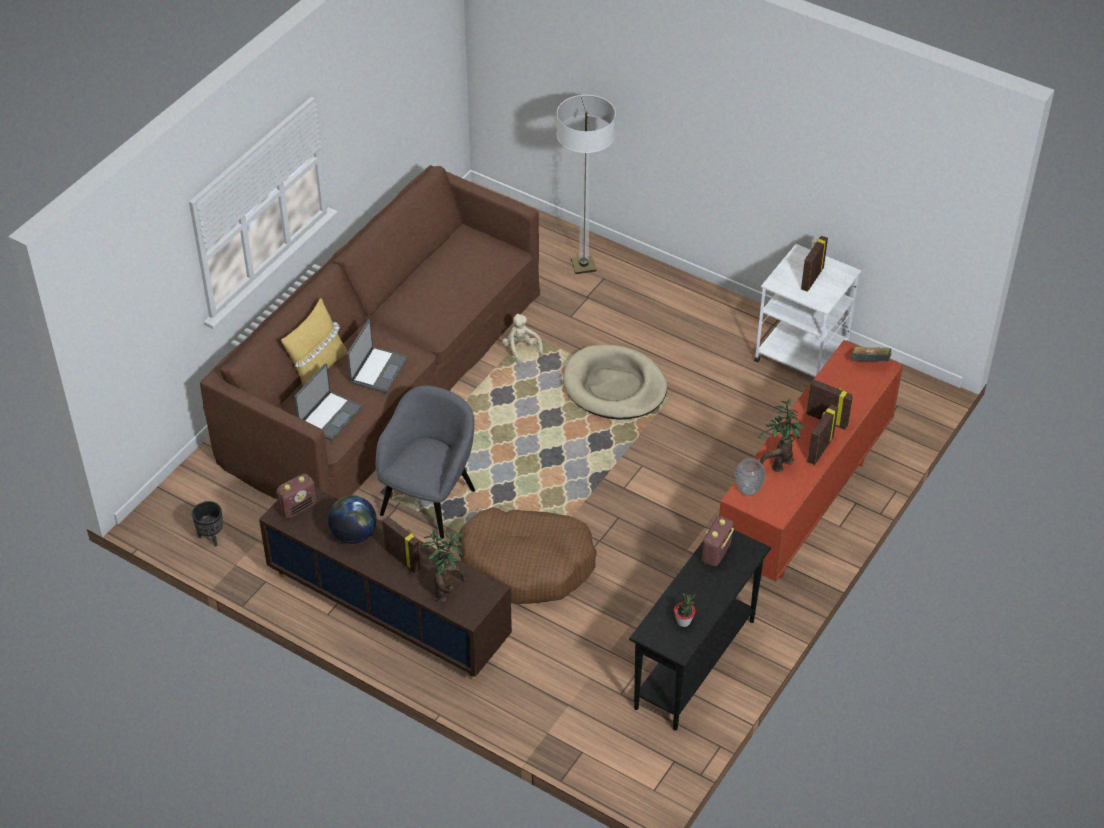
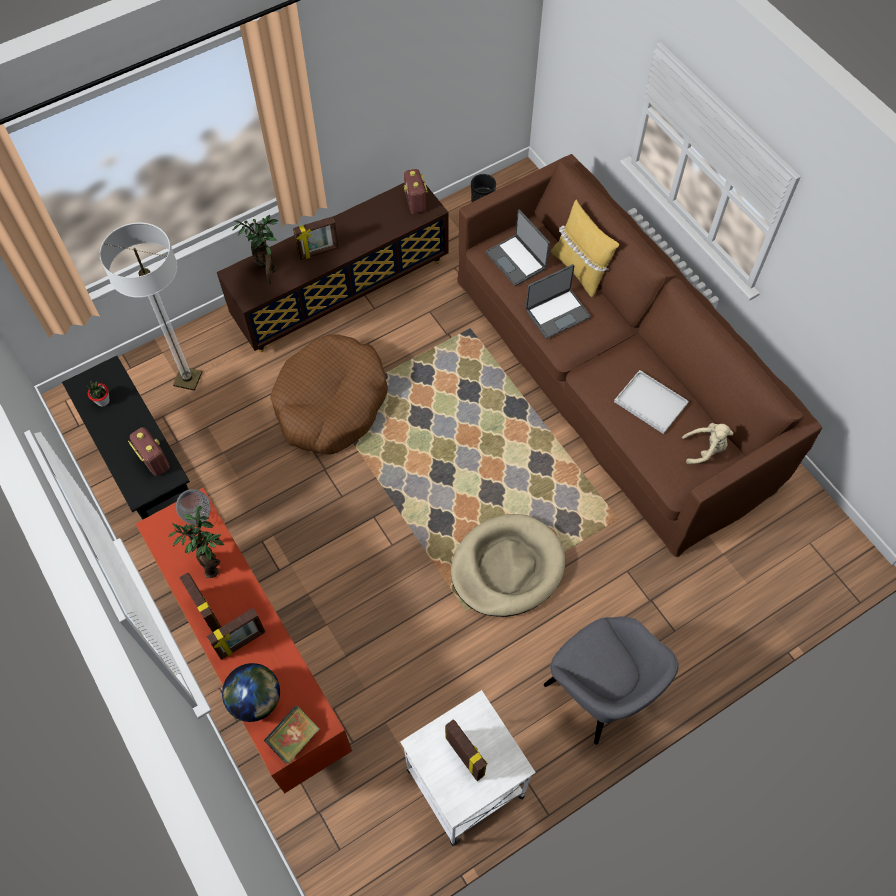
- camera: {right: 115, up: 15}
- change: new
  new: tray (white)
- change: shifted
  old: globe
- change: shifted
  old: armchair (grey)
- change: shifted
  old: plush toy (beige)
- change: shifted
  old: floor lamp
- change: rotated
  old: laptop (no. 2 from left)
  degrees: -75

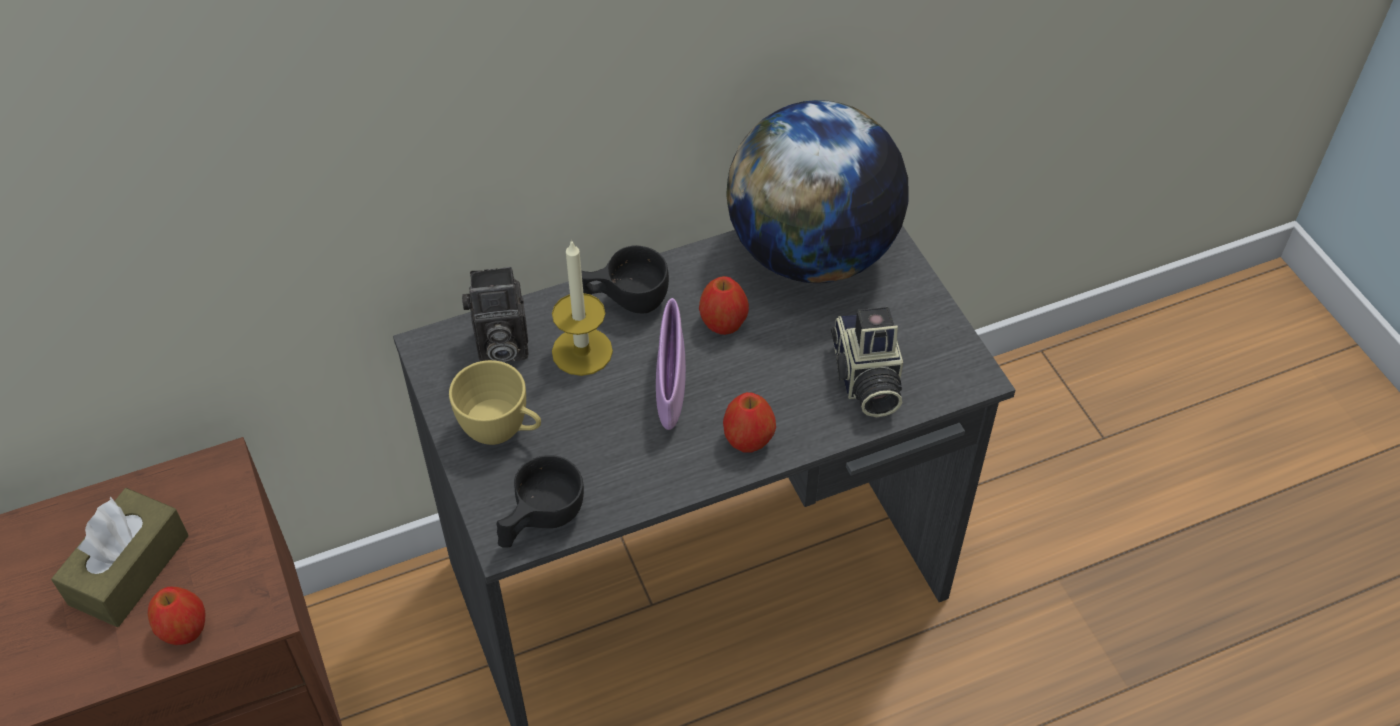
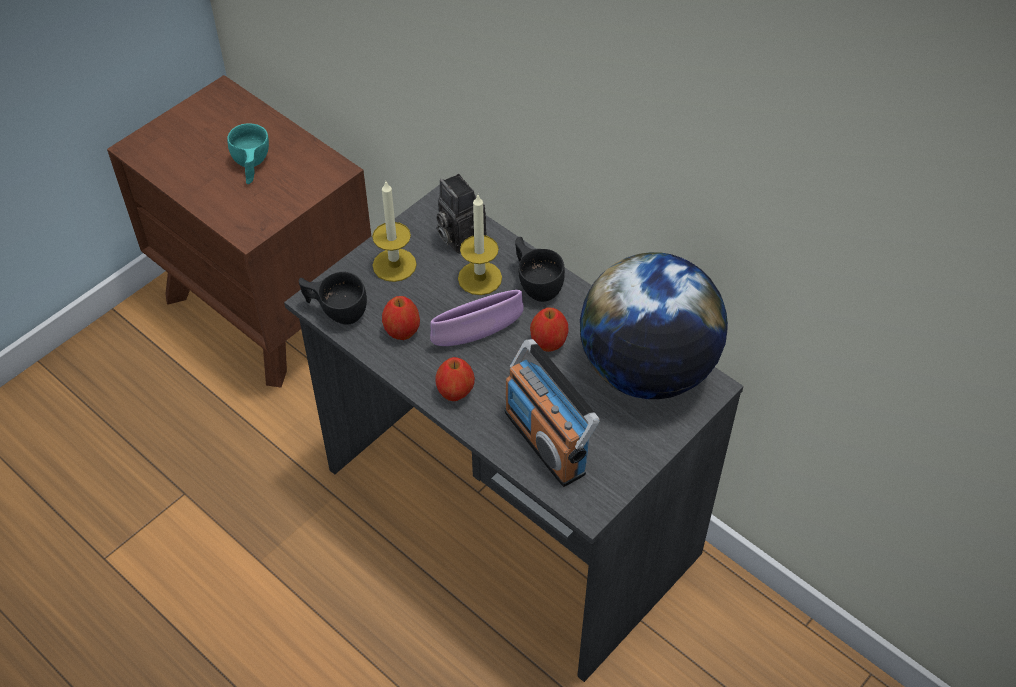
- camera: {right: 65, up: 0}
- change: shifted
  old: apple (no. 1 from left)
- change: swapped
  old: tissue box (brown)
  new: cup (turquoise)
- change: swapped
  old: cup (yellow)
  new: candle (no. 1 from left)
- change: swapped
  old: photo camera (no. 2 from left)
  new: radio

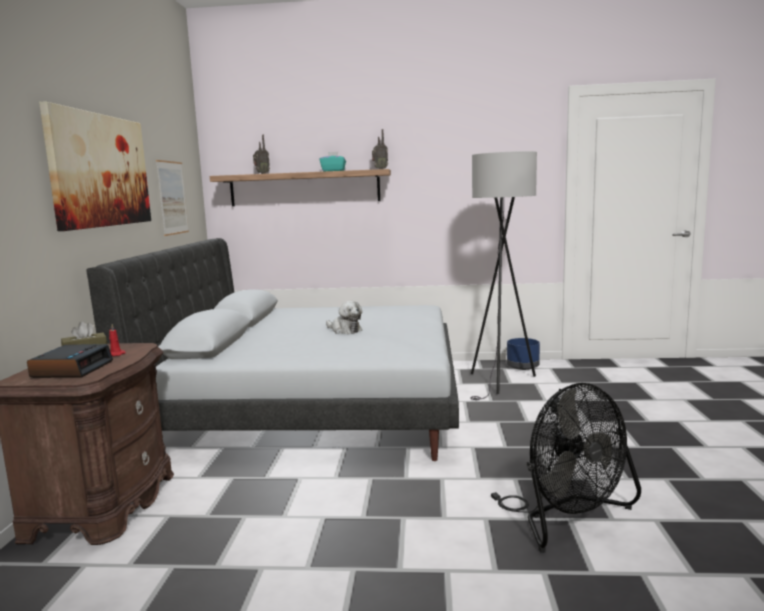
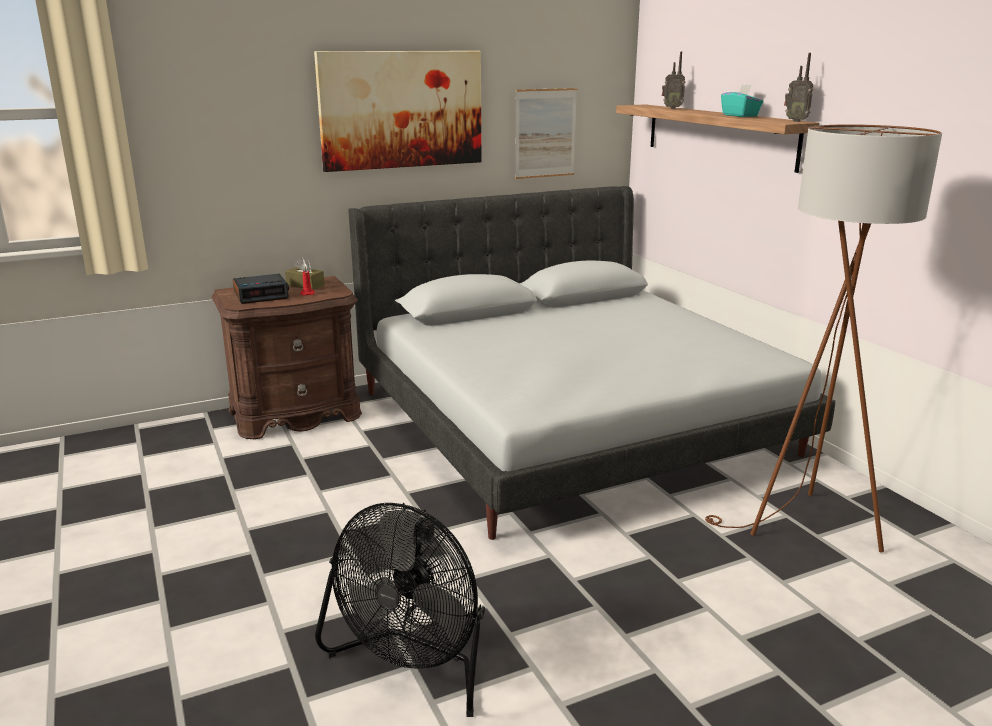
- camera: {right: 60, up: 10}
- change: gone
  old: plush toy
- change: gone
  old: planter (blue)
- change: repainted
  old: floor lamp (grey)
  new: floor lamp (brown)

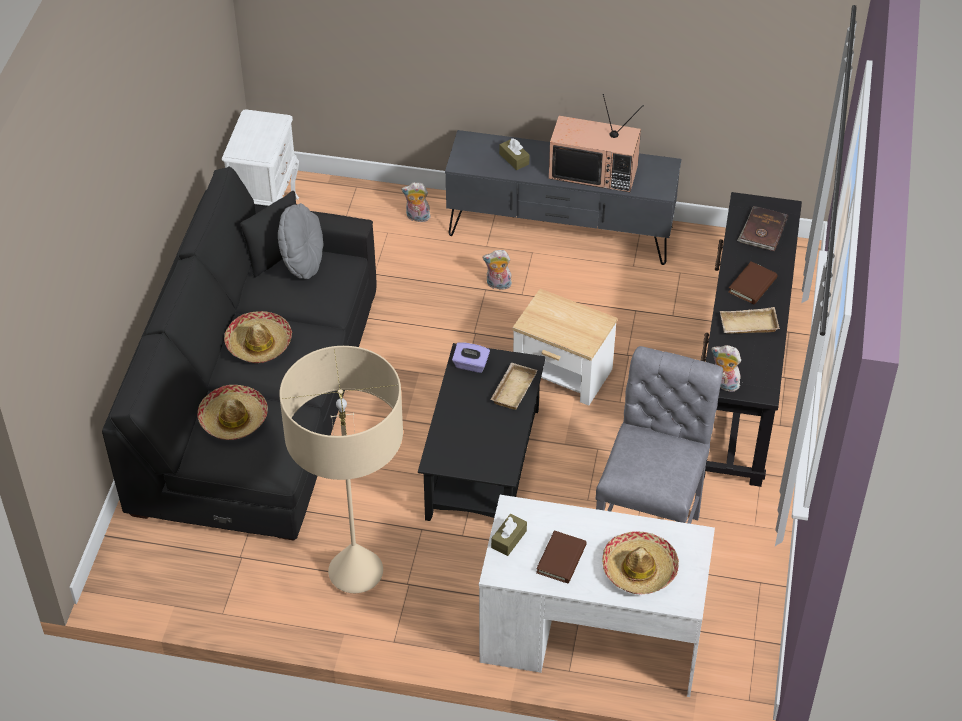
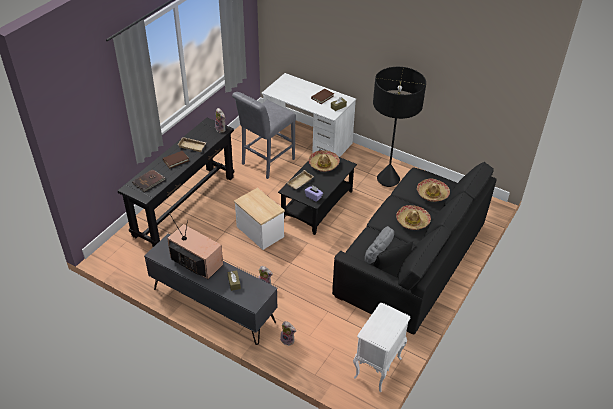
- camera: {right: -160, up: -5}
- change: shifted
  old: hat (no. 3 from left in the first image)
  new: hat (no. 1 from left)
- change: repainted
  old: floor lamp (beige)
  new: floor lamp (black)

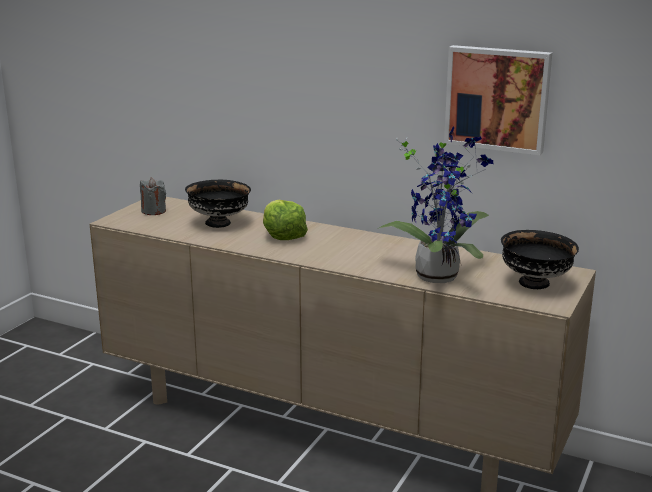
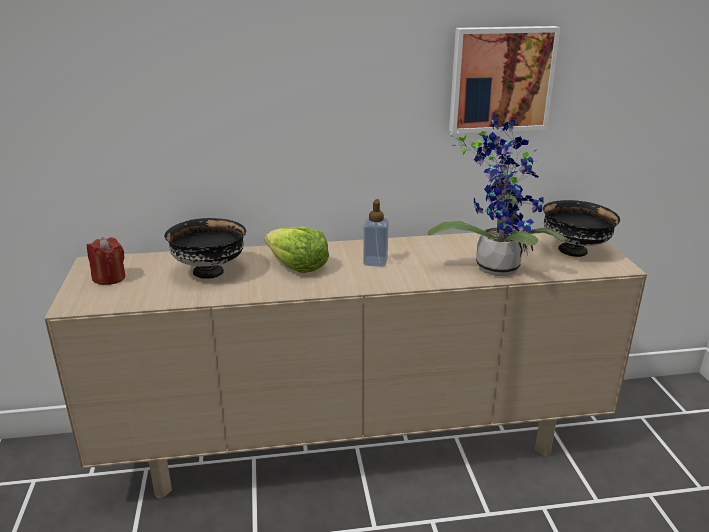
- camera: {right: -35, up: 5}
- change: new
  new: soap dispenser
- change: repainted
  old: candle (grey)
  new: candle (red)

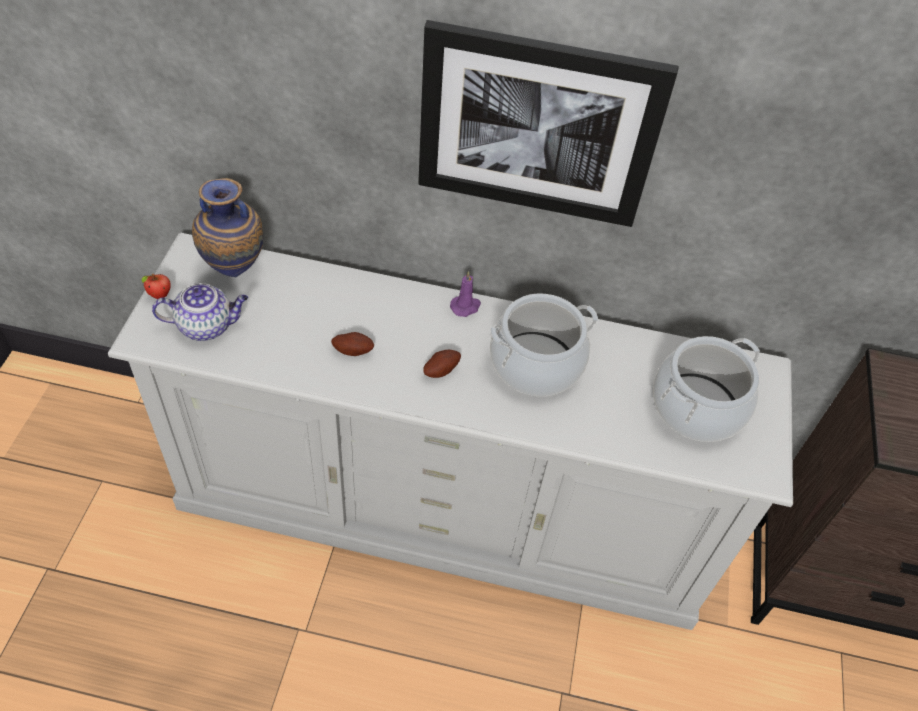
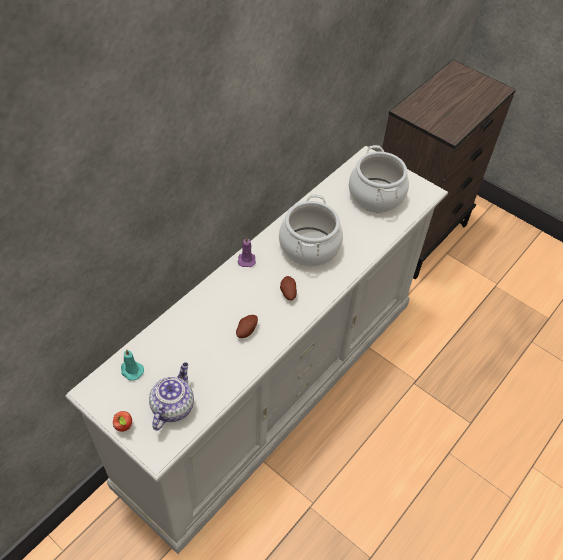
- camera: {right: -60, up: 0}
- change: gone
  old: picture
- change: swapped
  old: vase
  new: candle (turquoise)

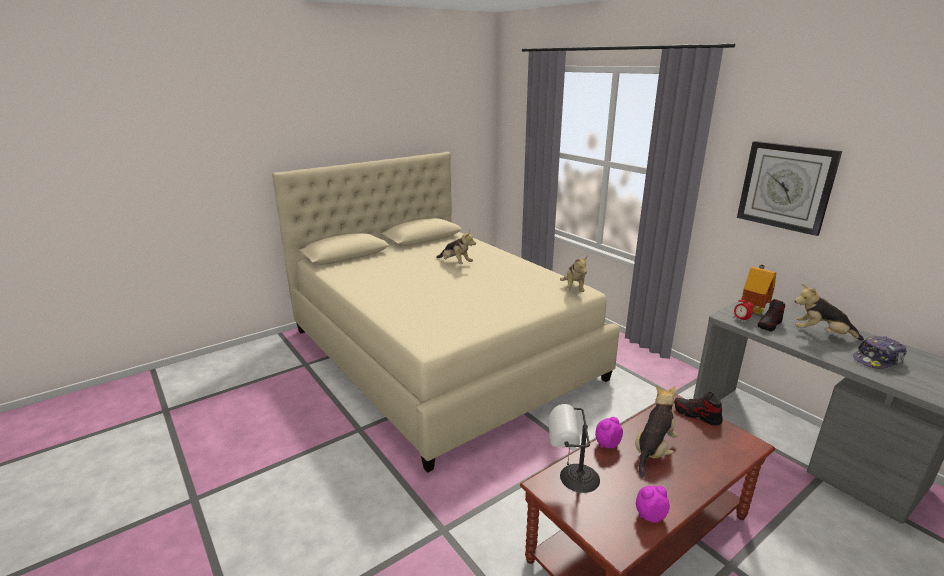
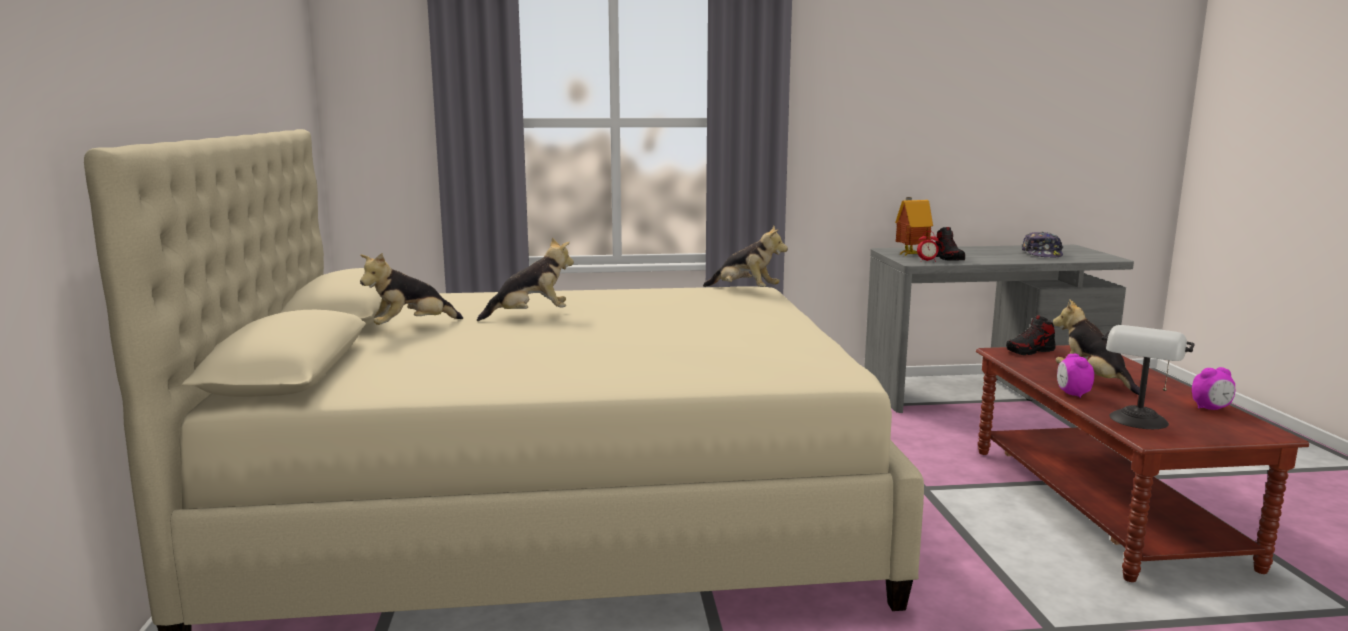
- camera: {right: -60, up: -10}
- change: gone
  old: wall clock
- change: shifted
  old: plush toy (no. 4 from left in the first image)
  new: plush toy (no. 1 from left)
- change: rotated
  old: alarm clock (no. 2 from left in the first image)
  degrees: -120

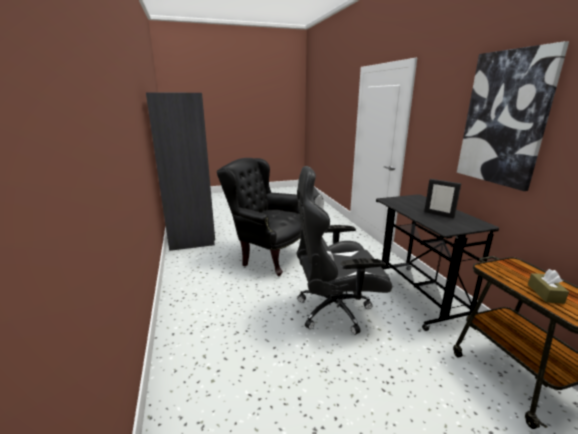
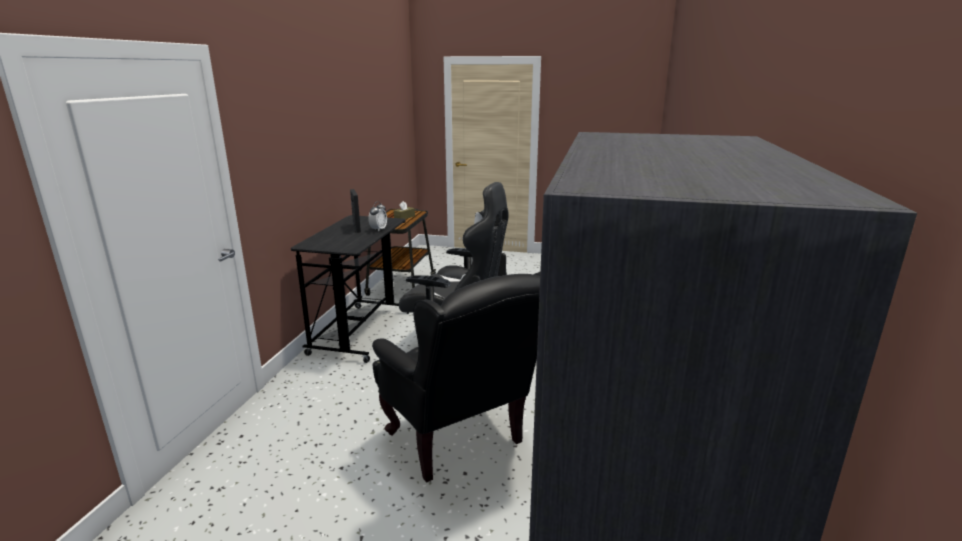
- camera: {right: -150, up: 0}
- change: gone
  old: picture
- change: new
  new: alarm clock

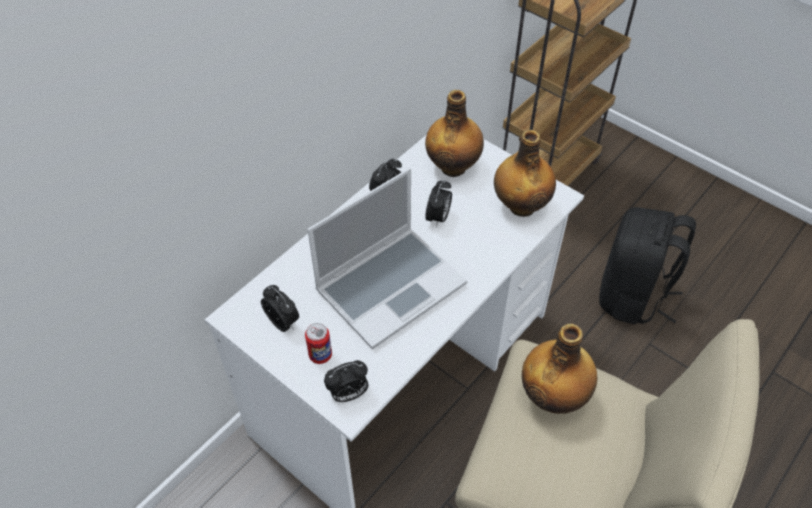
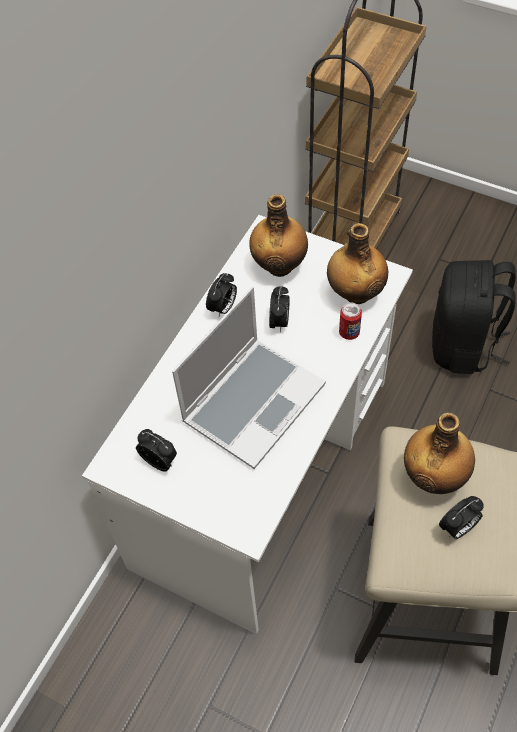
- camera: {right: -10, up: 5}
- change: shifted
  old: can
- change: shifted
  old: alarm clock (no. 2 from left in the first image)
  new: alarm clock (no. 4 from left)

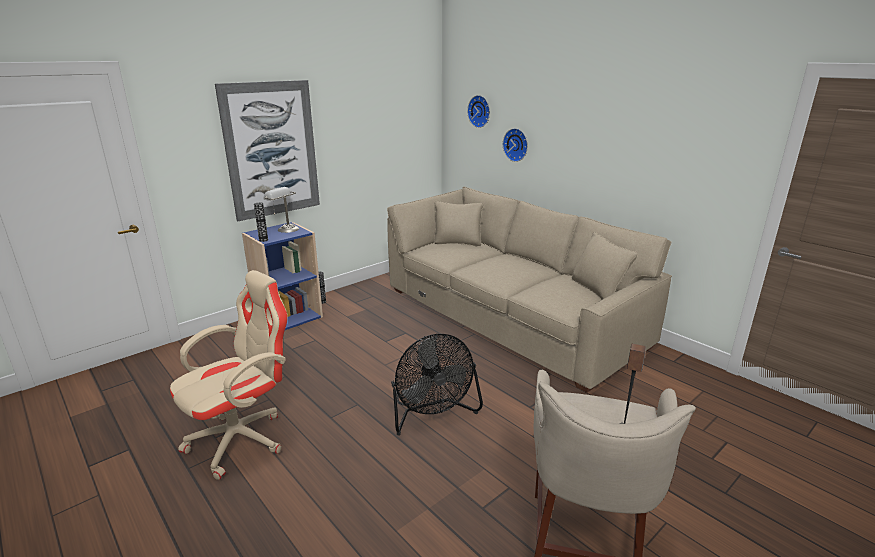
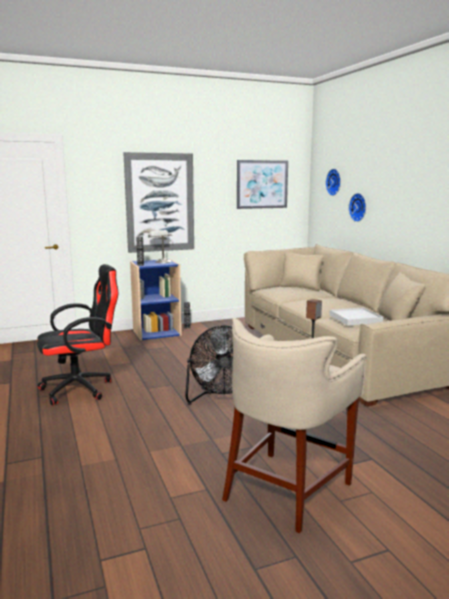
- camera: {right: 20, up: -10}
- change: new
  new: picture (no. 2 from left)
- change: new
  new: tray (white)
- change: repainted
  old: office chair (beige)
  new: office chair (black)

